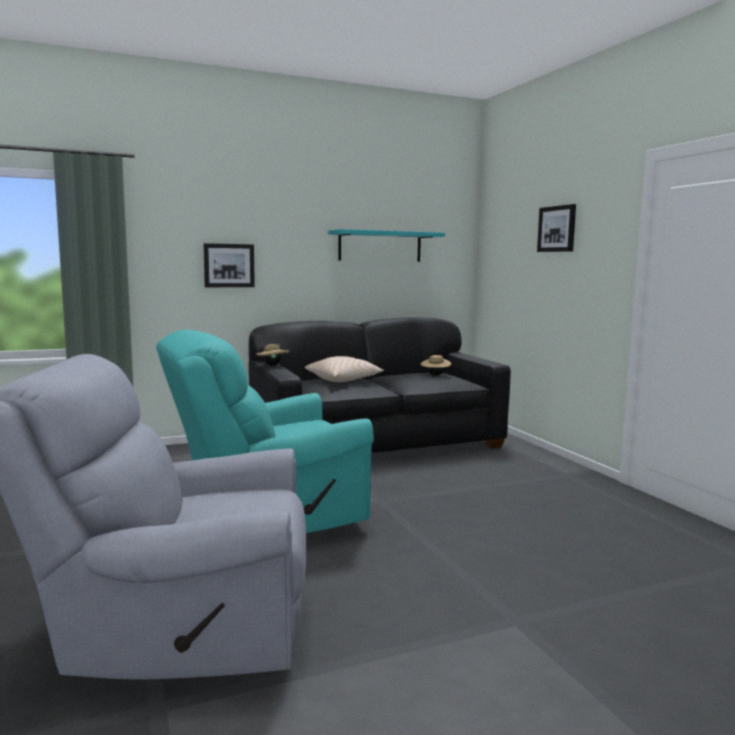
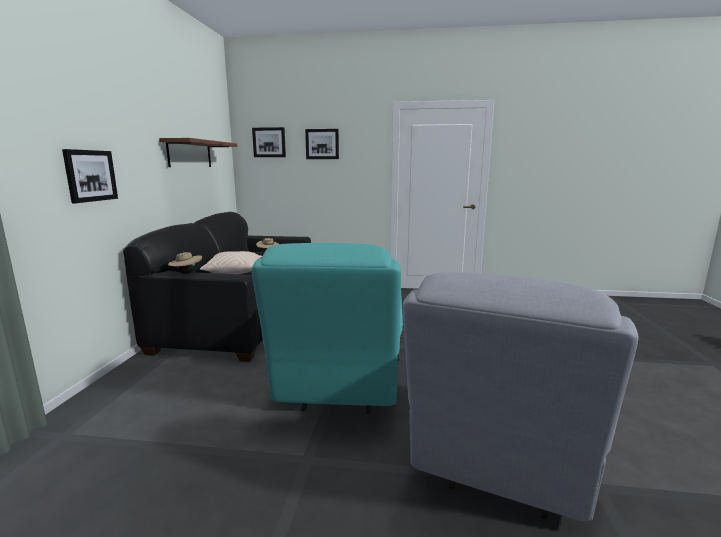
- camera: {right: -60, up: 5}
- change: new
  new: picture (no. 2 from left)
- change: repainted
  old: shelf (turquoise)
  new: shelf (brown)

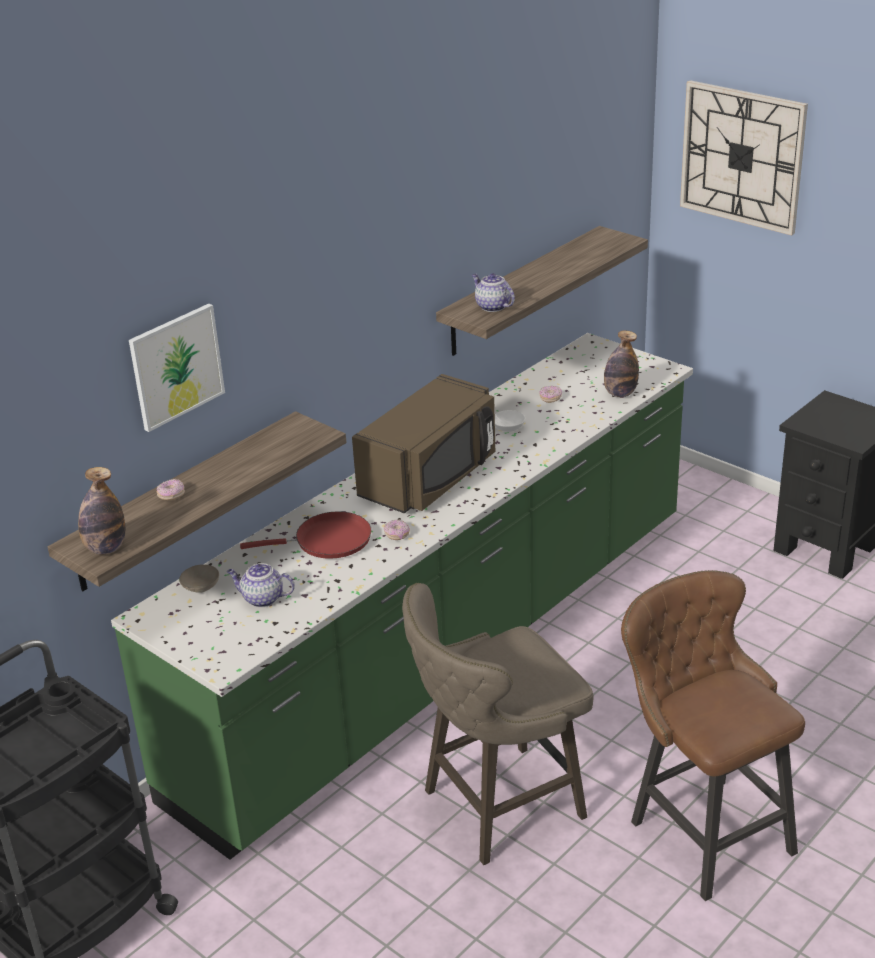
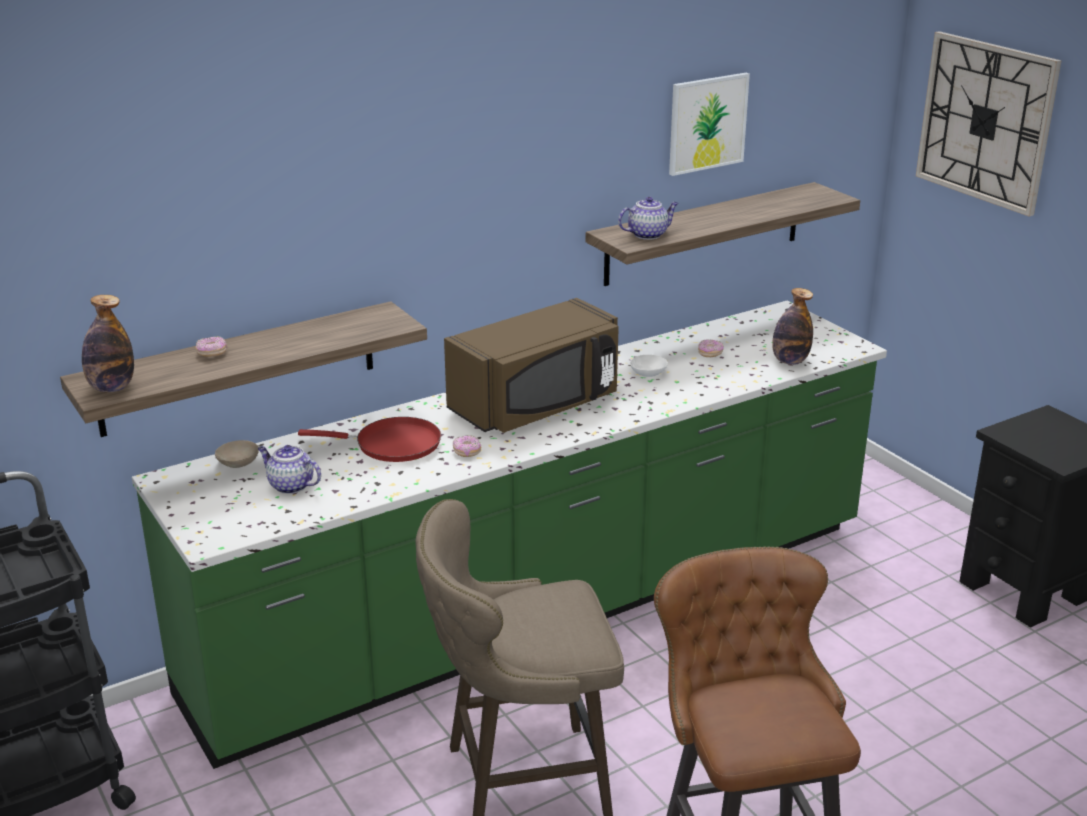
- camera: {right: 15, up: -5}
- change: shifted
  old: picture
- change: rotated
  old: teapot (no. 2 from left)
  degrees: 90

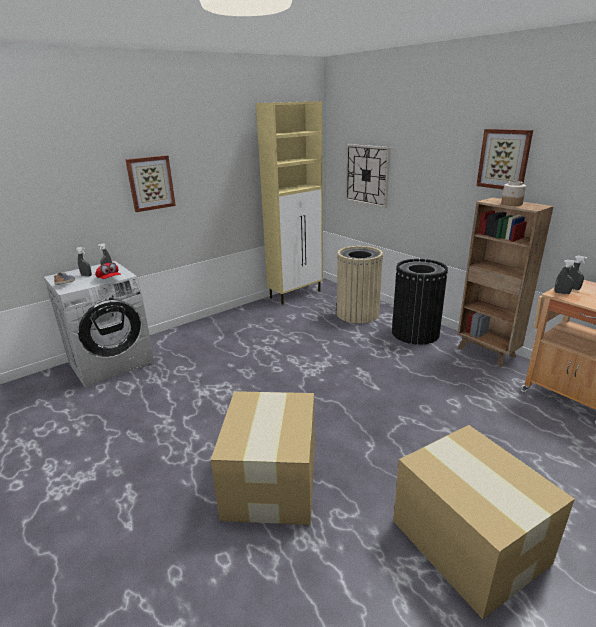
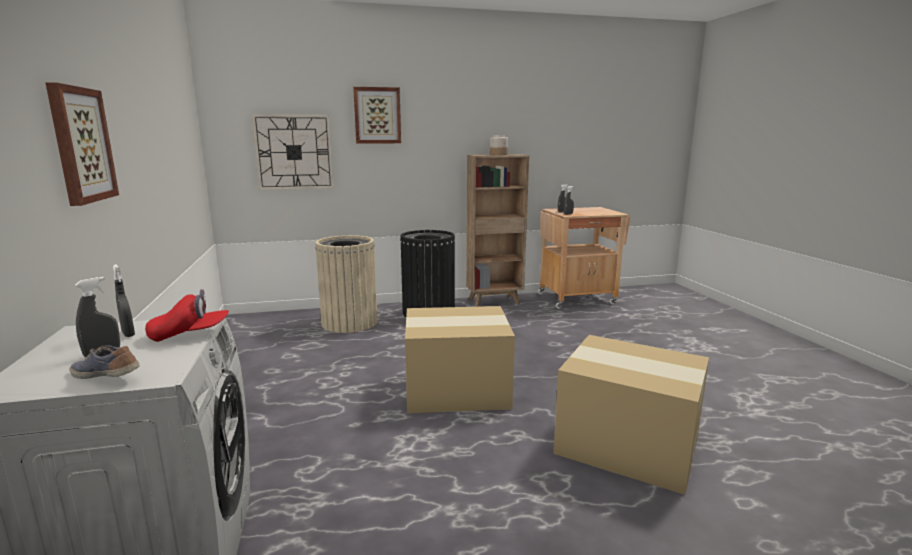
- camera: {right: -65, up: -10}
- change: gone
  old: cabinet (beige)
- change: shifted
  old: cardboard box (no. 2 from left in the first image)
  new: cardboard box (no. 1 from left)
- change: shifted
  old: picture (no. 2 from left)

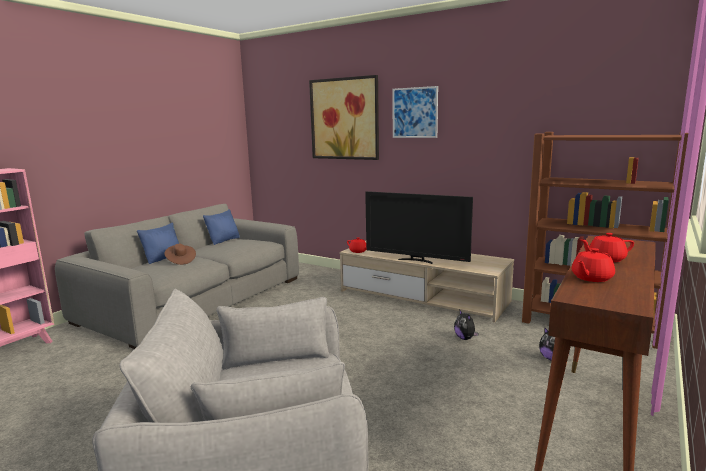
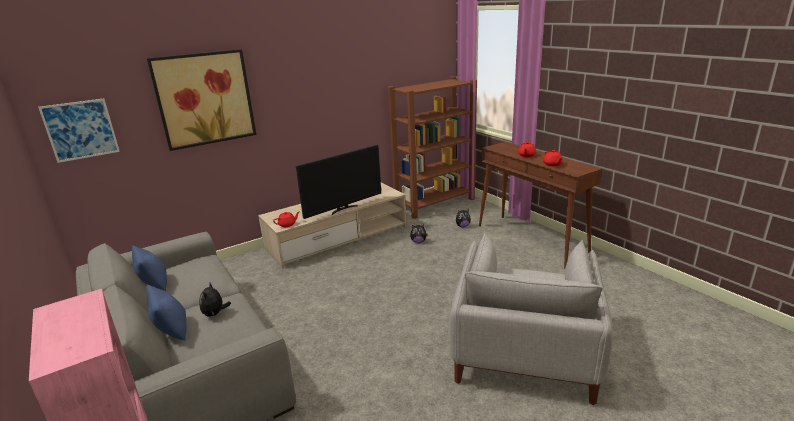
- camera: {right: -65, up: 10}
- change: shifted
  old: picture (no. 2 from left in the first image)
  new: picture (no. 1 from left)
- change: swapped
  old: hat (brown)
  new: plush toy (no. 1 from left)

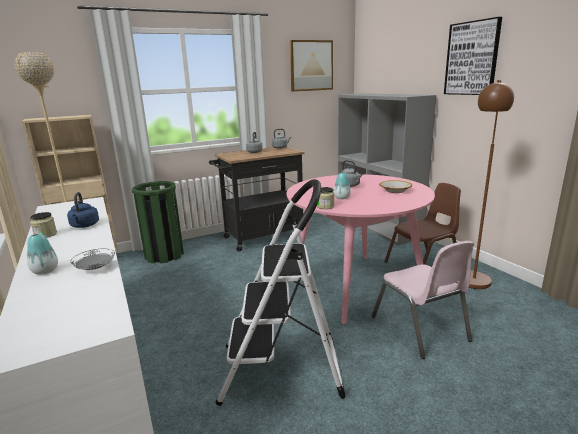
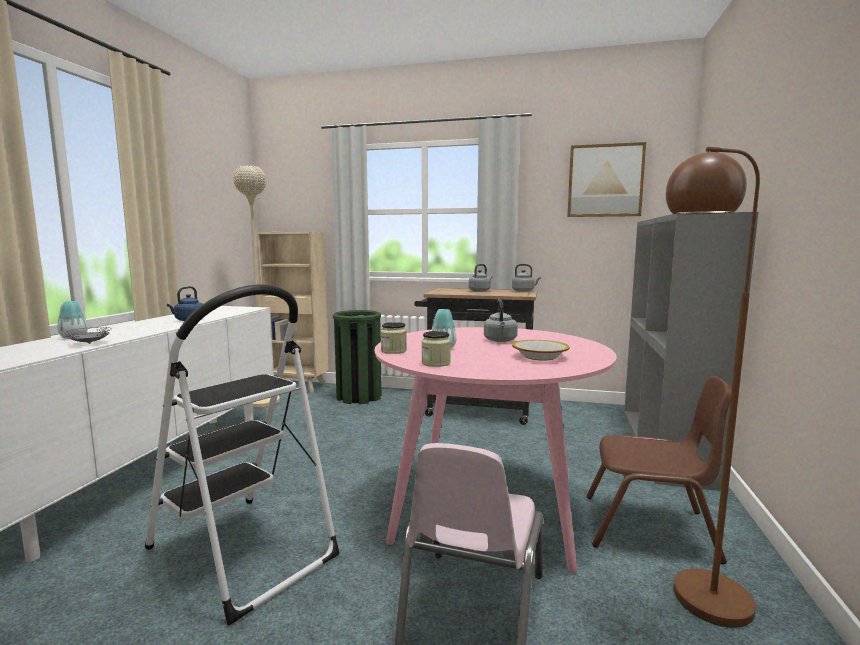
- camera: {right: 40, up: -10}
- change: gone
  old: picture (no. 2 from left)
- change: shifted
  old: jar (no. 1 from left in the first image)
  new: jar (no. 2 from left)

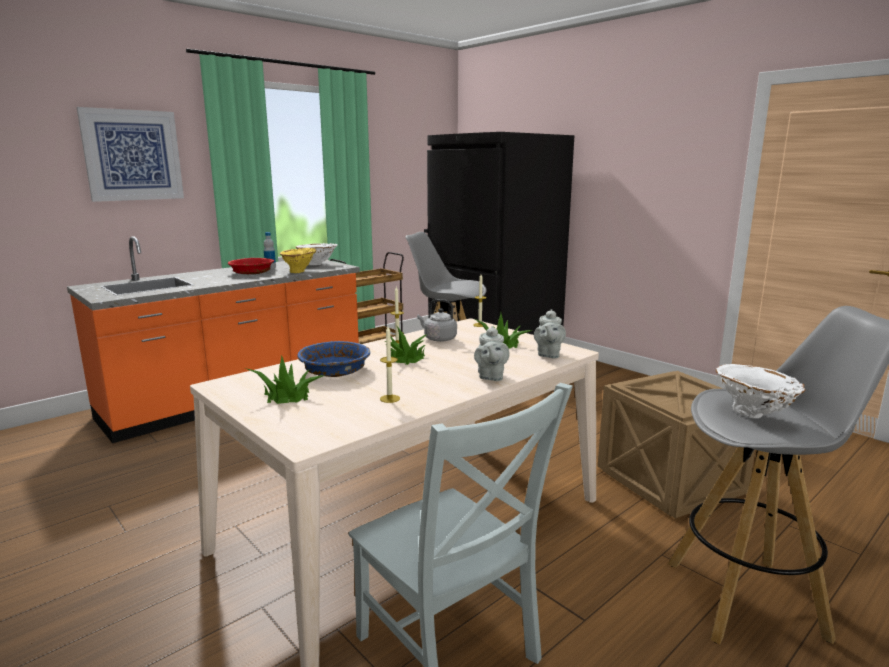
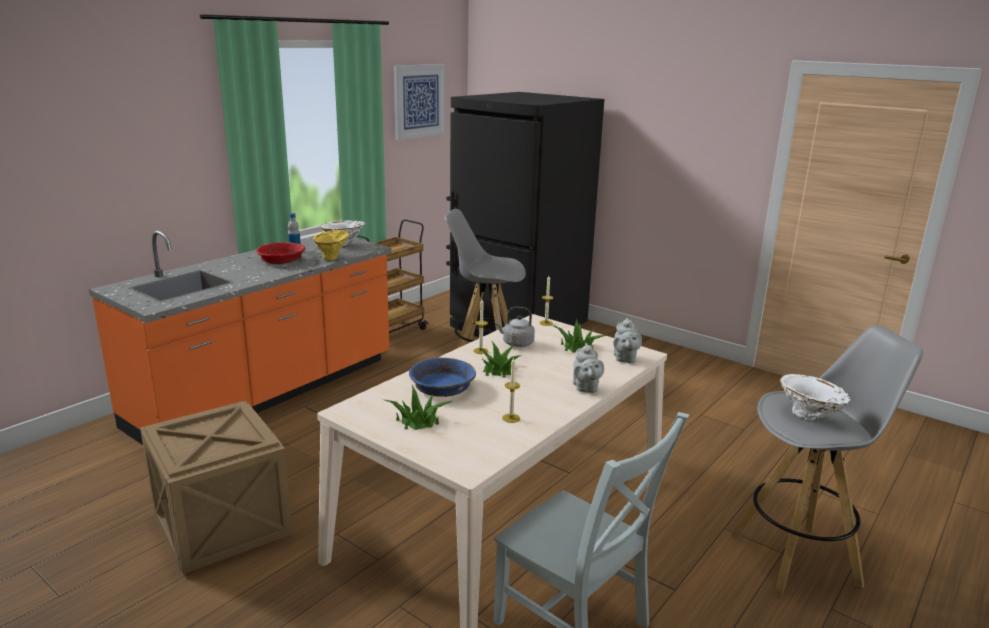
- camera: {right: -10, up: 5}
- change: shifted
  old: picture
- change: shifted
  old: crate

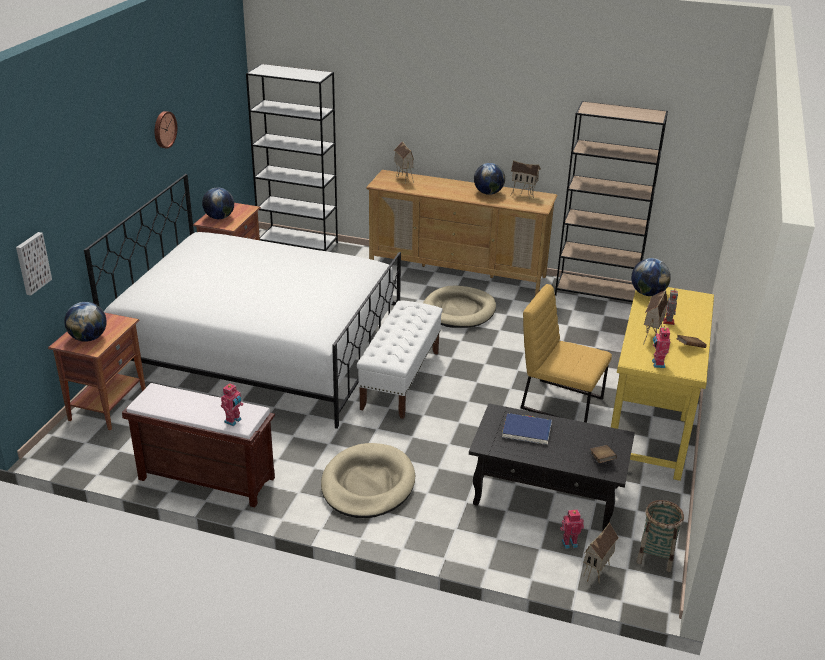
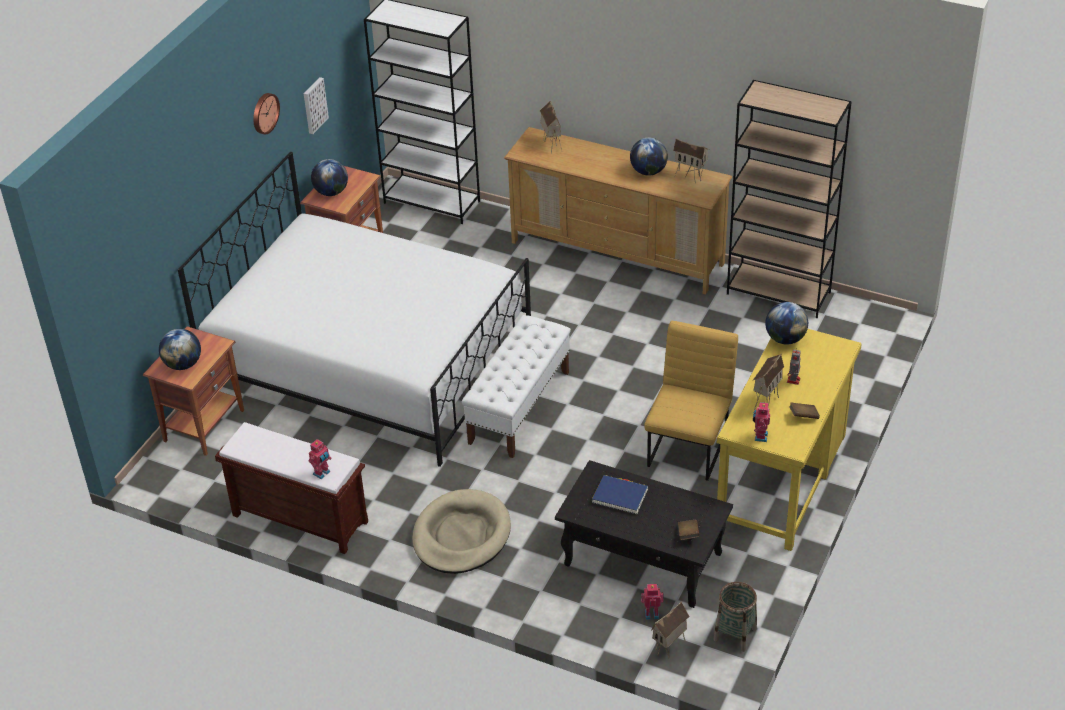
- camera: {right: 10, up: 10}
- change: gone
  old: dog bed (beige) (no. 2 from left)
- change: shifted
  old: picture
- change: rotated
  old: chair (yellow)
  degrees: 75

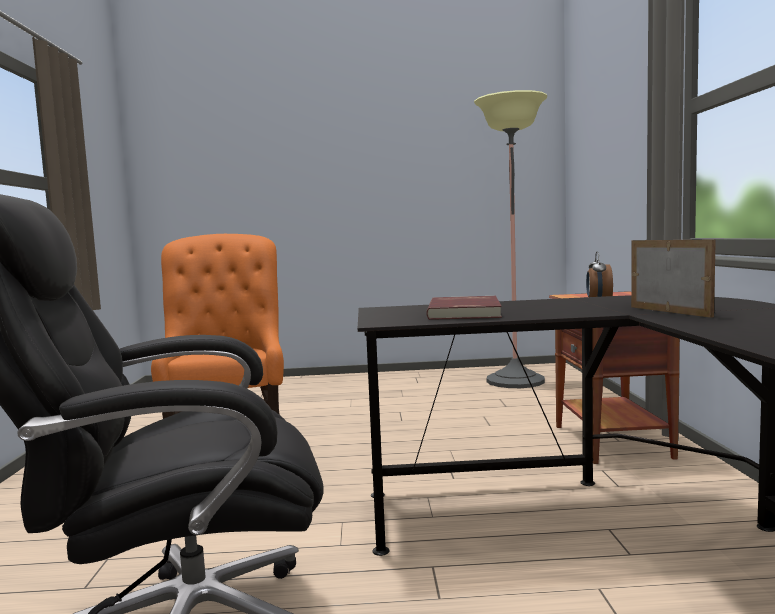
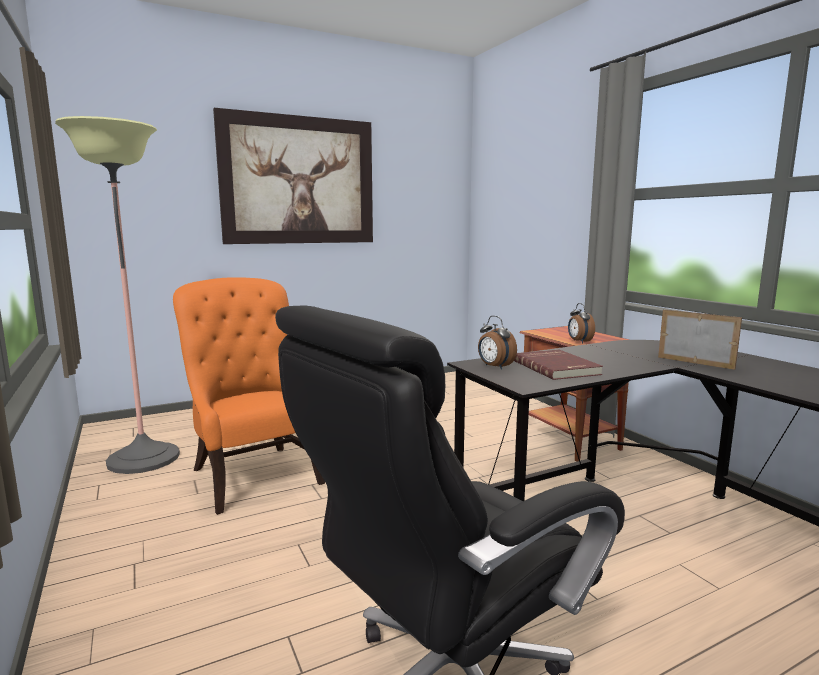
- camera: {right: -25, up: 5}
- change: new
  new: picture
- change: new
  new: alarm clock (no. 1 from left)
- change: shifted
  old: floor lamp

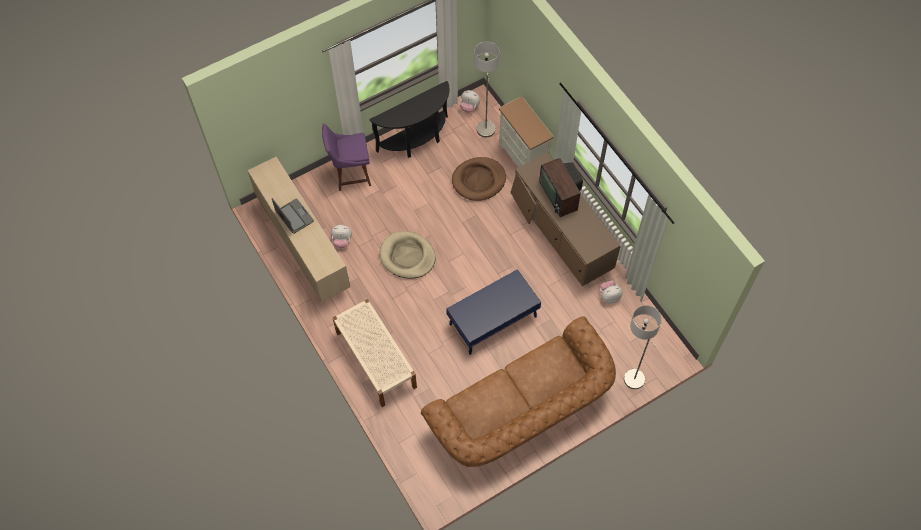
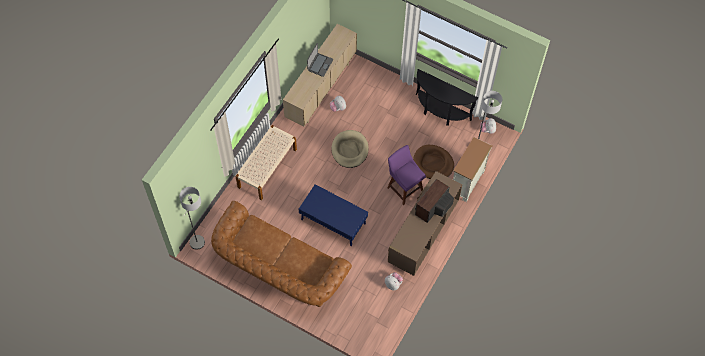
- camera: {right: 60, up: 0}
- change: shifted
  old: stool (purple)
- change: shifted
  old: floor lamp (grey) (no. 2 from left in the first image)
  new: floor lamp (grey) (no. 1 from left)

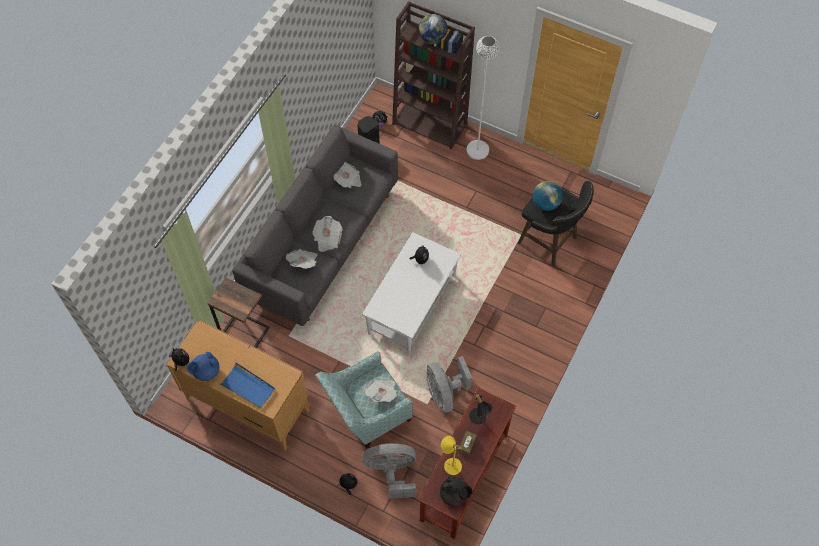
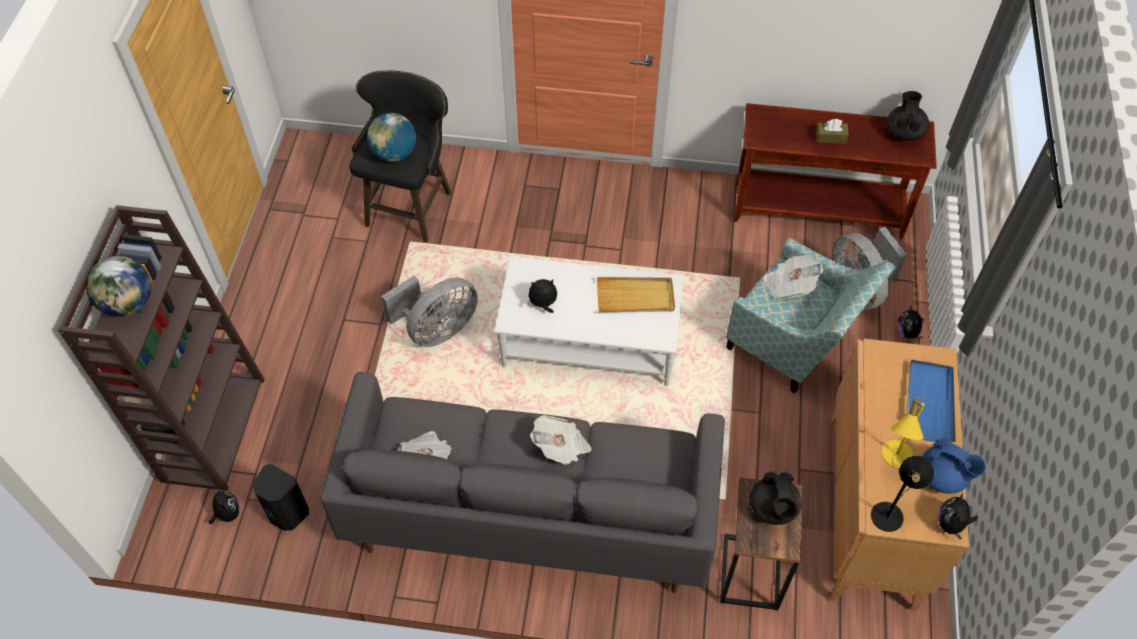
- camera: {right: -110, up: -5}
- change: gone
  old: newspaper (no. 1 from left)
- change: gone
  old: floor lamp (white)
- change: new
  new: tray (beige)
- change: new
  new: teapot (black) (no. 1 from left)
- change: shifted
  old: fan (grey) (no. 2 from left in the first image)
  new: fan (grey) (no. 1 from left)
- change: shifted
  old: table lamp (yellow)
- change: shifted
  old: table lamp (black)

